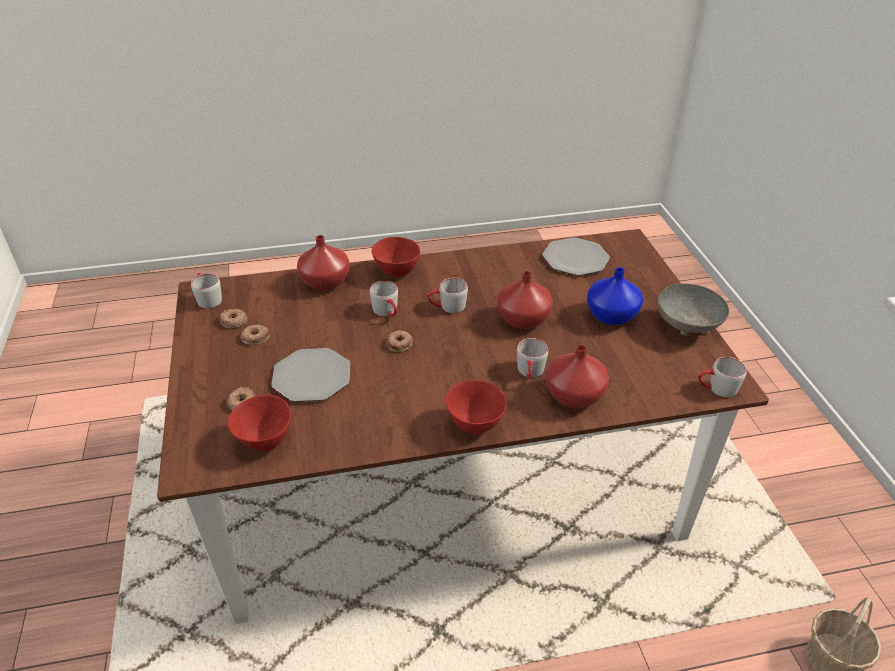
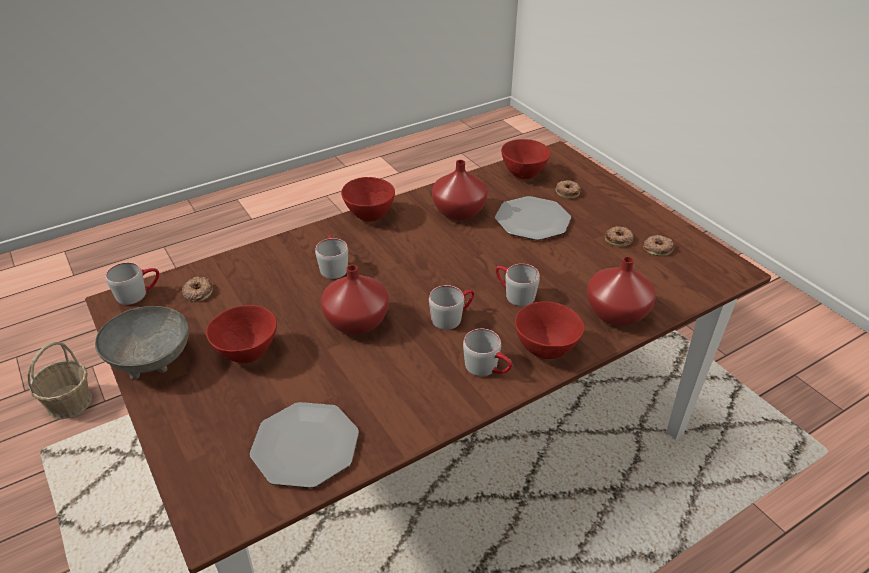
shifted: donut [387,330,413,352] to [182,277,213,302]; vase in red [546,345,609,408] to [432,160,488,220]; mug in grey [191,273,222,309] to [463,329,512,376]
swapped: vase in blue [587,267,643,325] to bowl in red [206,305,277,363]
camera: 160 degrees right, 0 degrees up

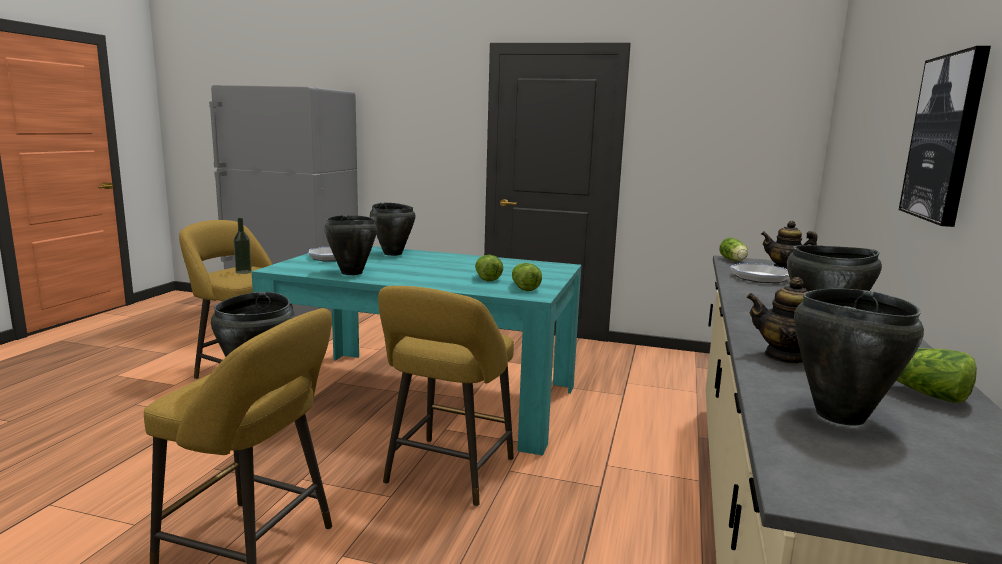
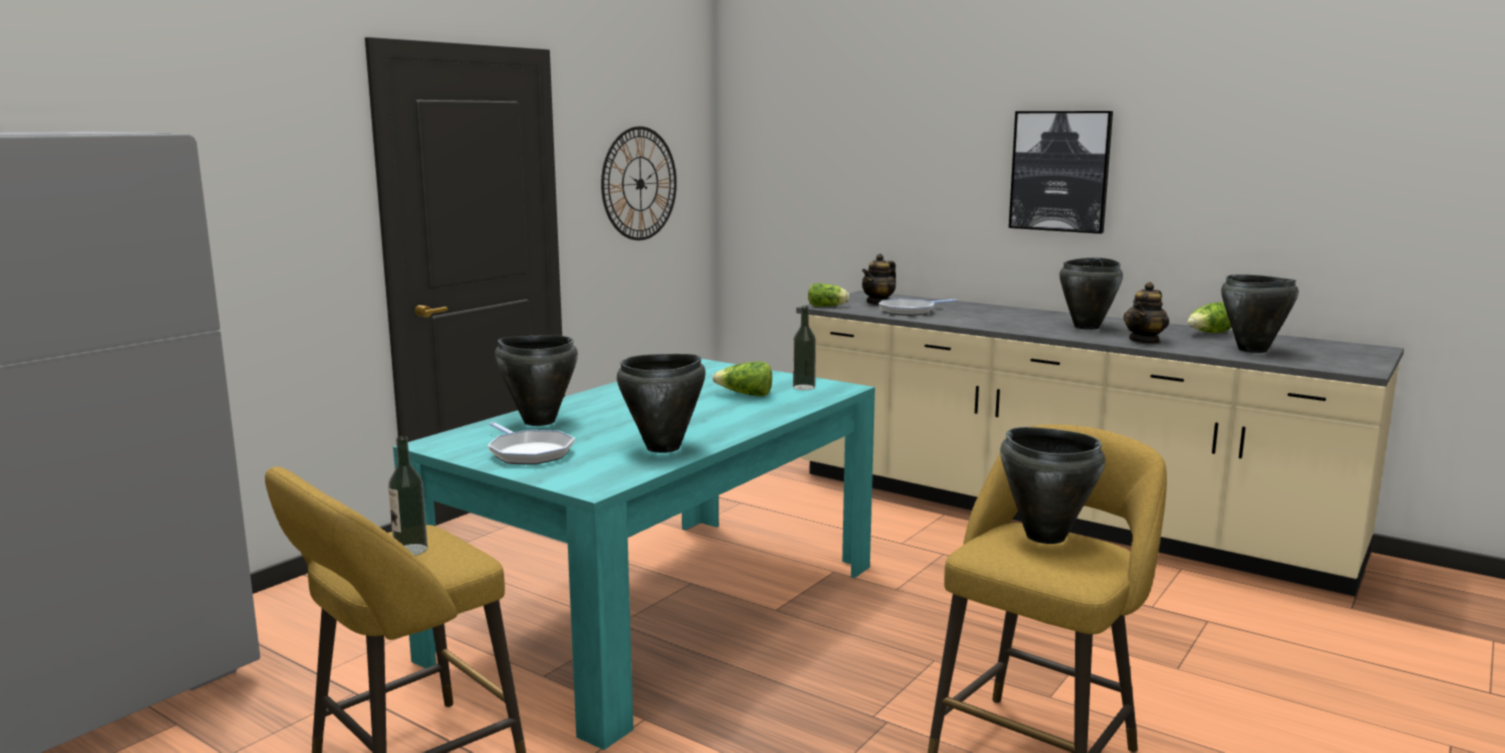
gone: stool in yellow [378,286,514,507]
new: wall clock [601,126,677,240]
swapped: lettuce [512,263,542,291] to bottle [793,306,816,390]
camera: 70 degrees left, 0 degrees up

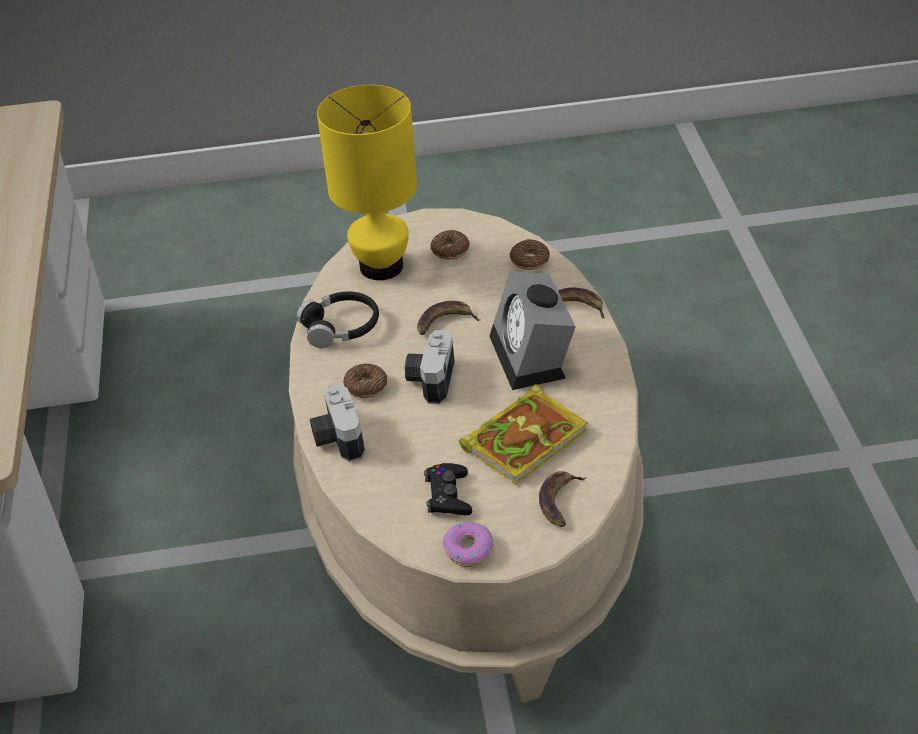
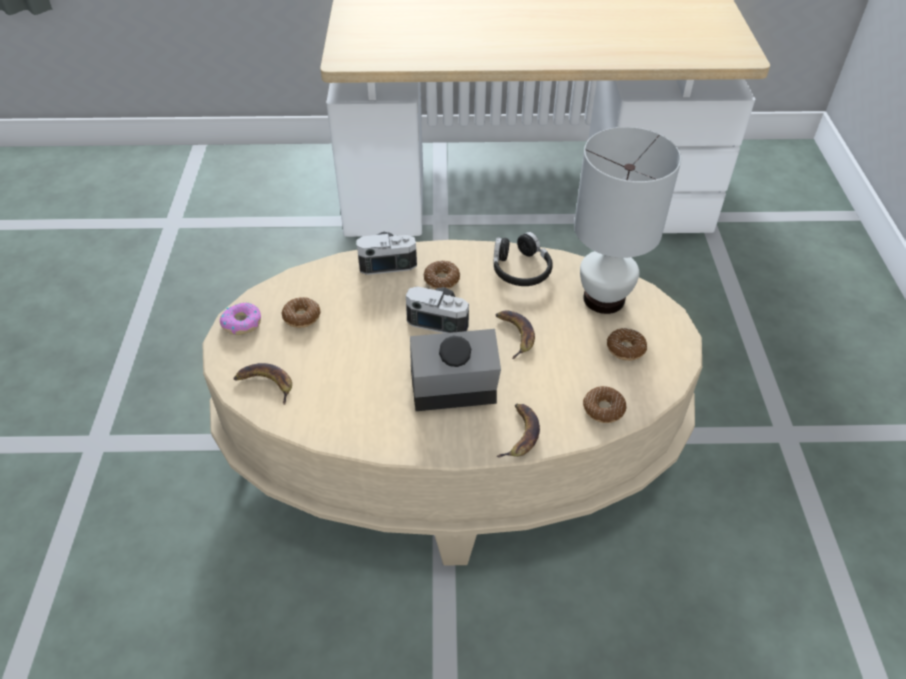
gone: book [459,385,588,485]
swapped: game controller in black [424,463,472,515] to donut [282,297,320,328]
repainted: table lamp in yellow [317,85,417,280] to table lamp in white [574,127,681,314]
camera: 95 degrees right, 5 degrees up

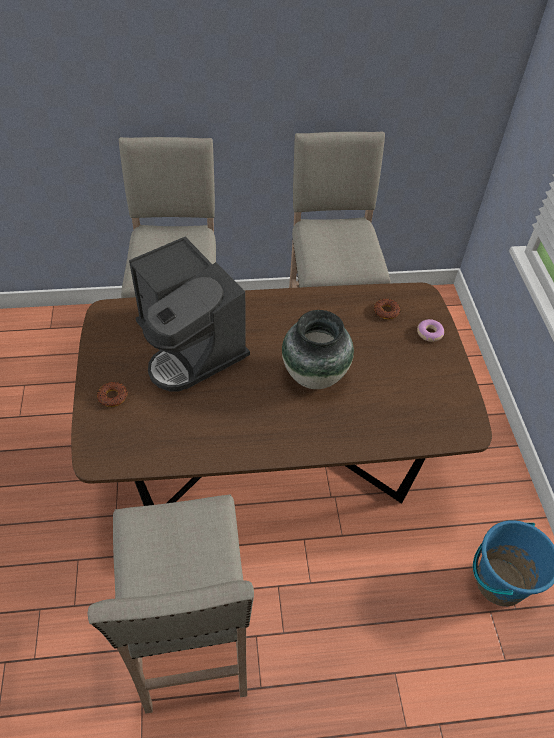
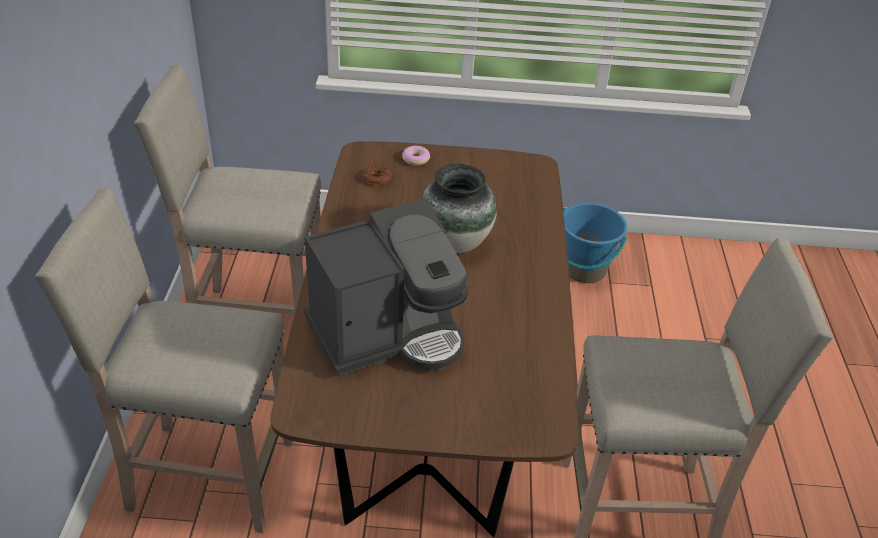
gone: donut [97,382,128,407]
camera: 80 degrees left, 10 degrees down

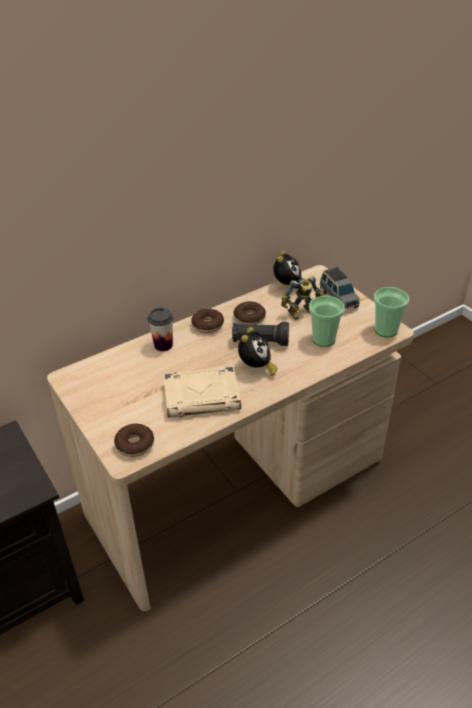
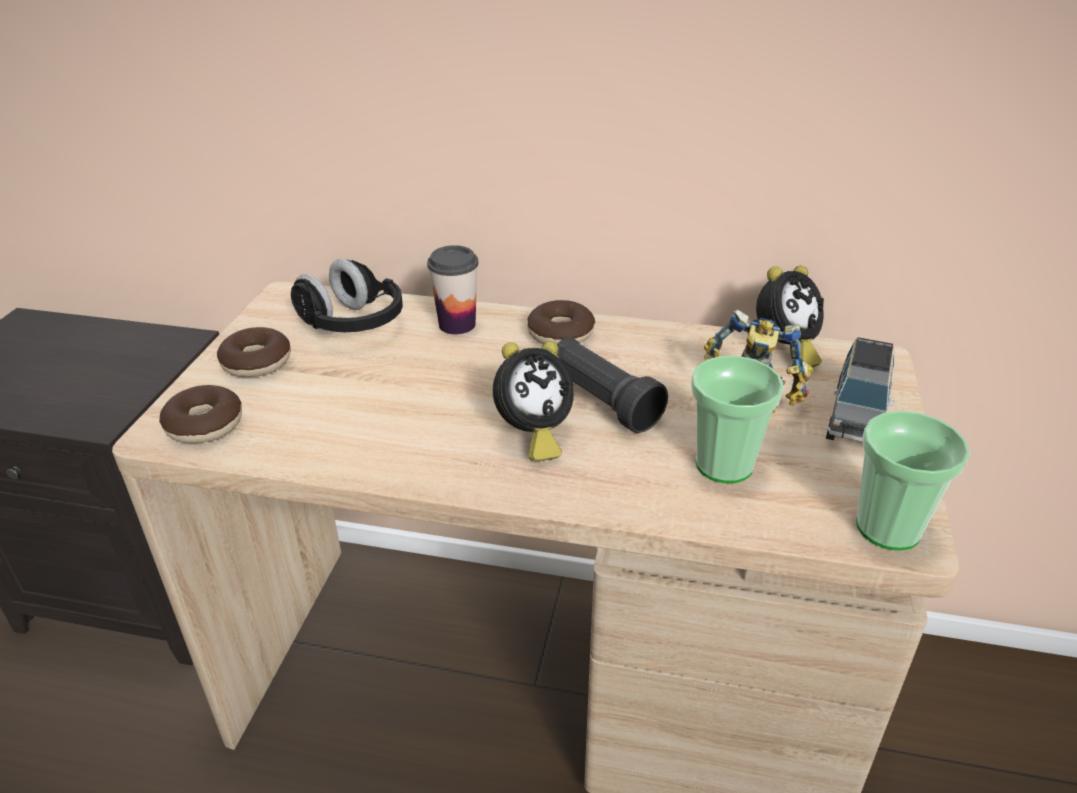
gone: book in beige [164,367,241,418]
new: headphones in black [291,259,403,332]
shifted: donut [234,301,266,325] to [217,327,291,377]
camera: 45 degrees right, 5 degrees down

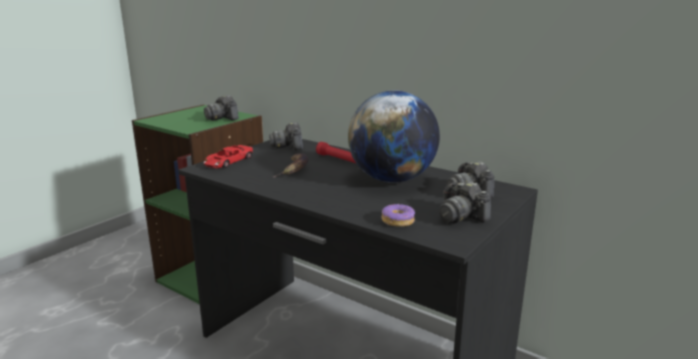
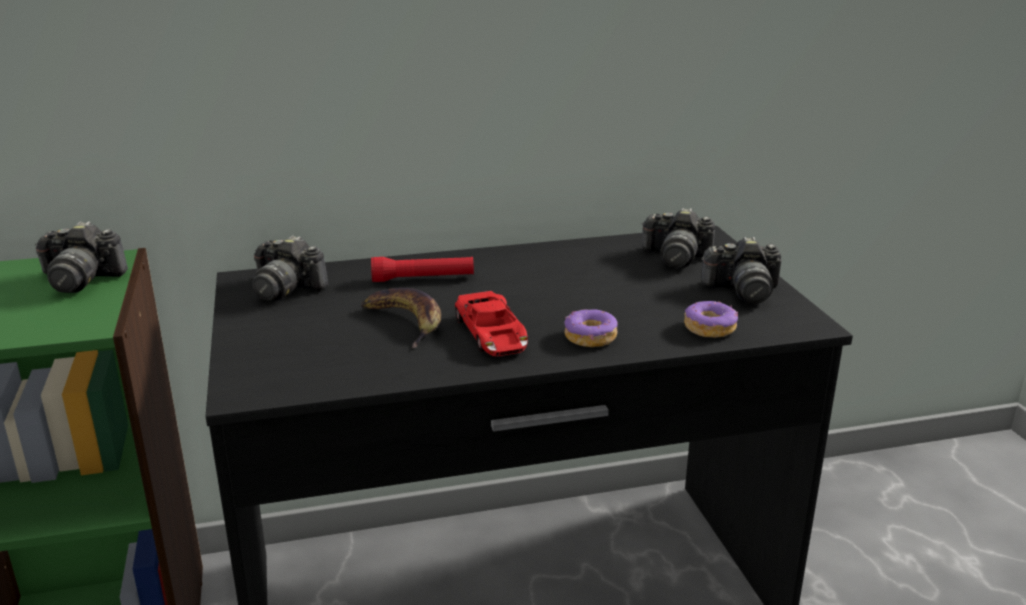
gone: globe [348,91,440,183]
new: donut [564,309,618,347]
shifted: toy car in red [204,145,253,169] to [455,291,528,357]
camera: 50 degrees left, 5 degrees up

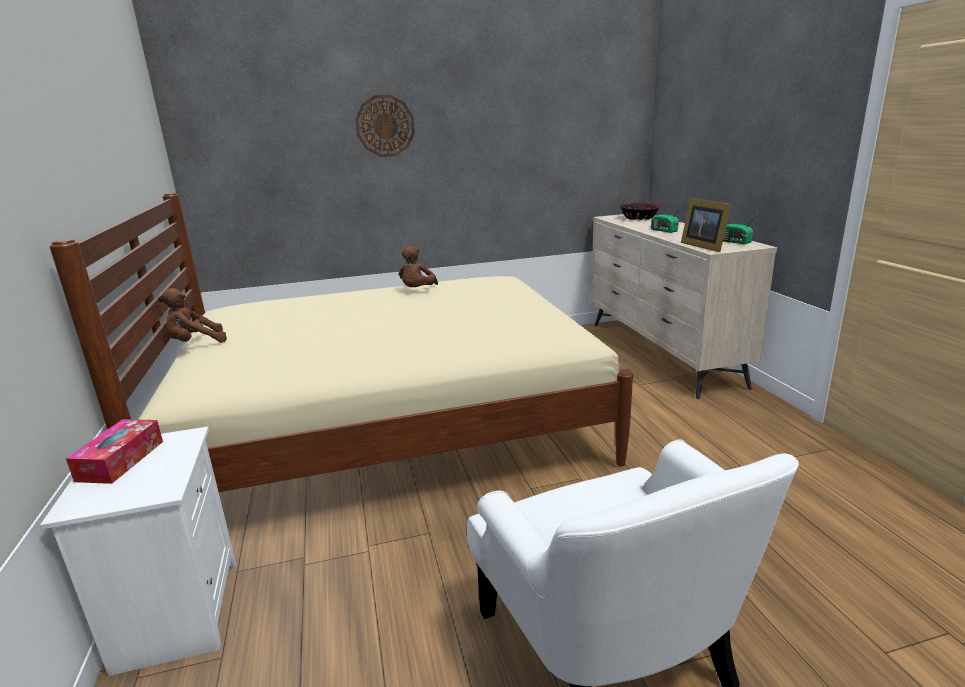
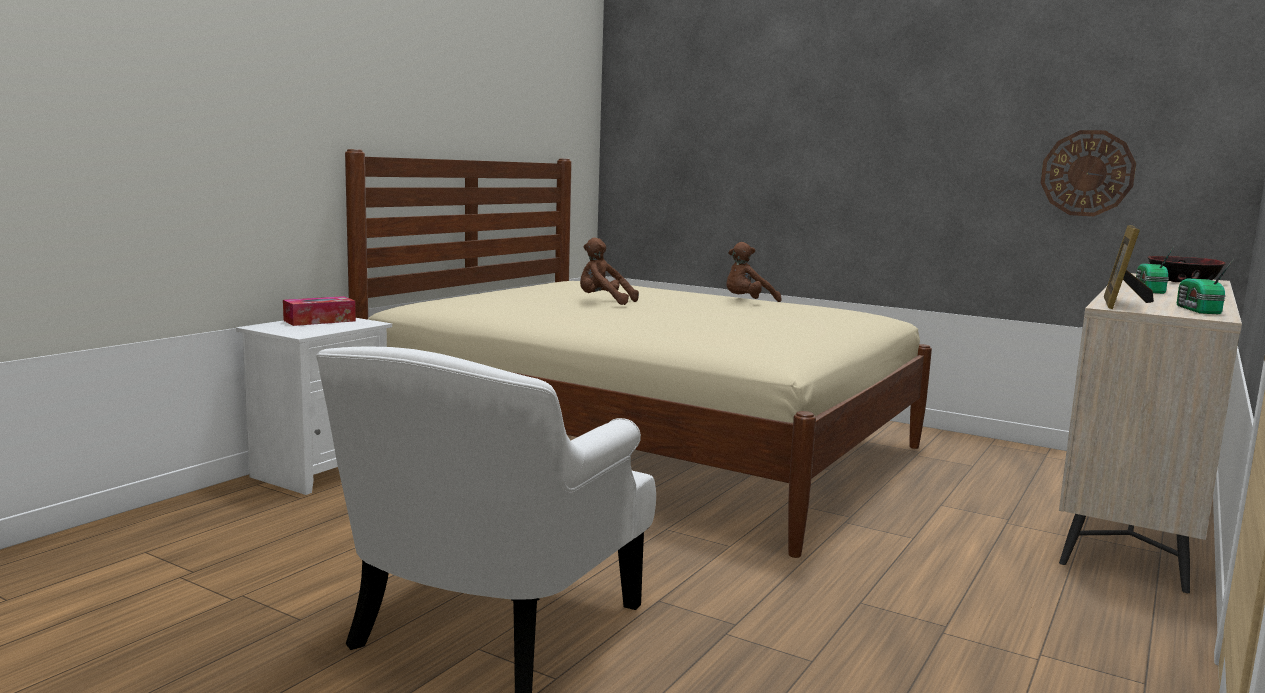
shifted: plush toy in brown [158,288,227,342] to [580,237,639,305]; wall clock [355,95,415,157] to [1041,130,1136,216]
camera: 45 degrees right, 10 degrees down

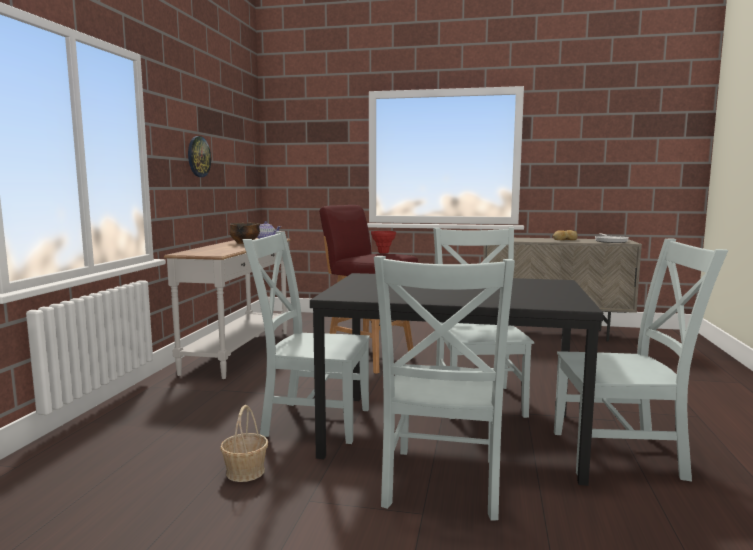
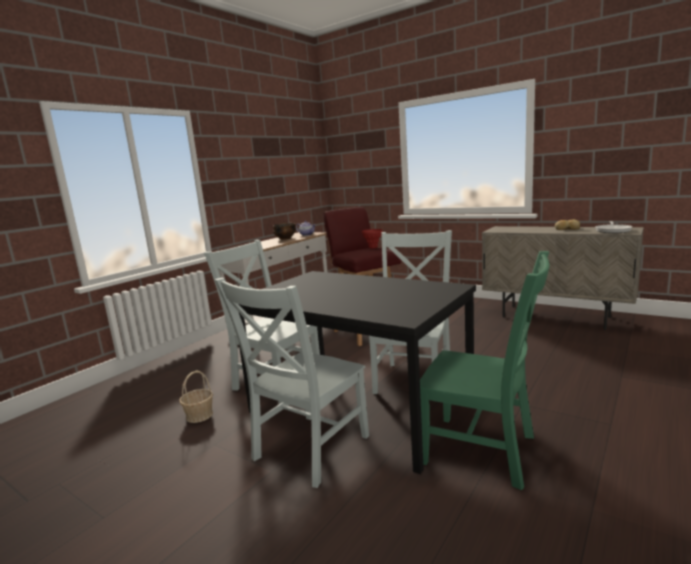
gone: wall clock [188,136,211,177]
repainted: chair in grey [554,239,728,481] to chair in green [420,251,550,490]
camera: 25 degrees right, 5 degrees up

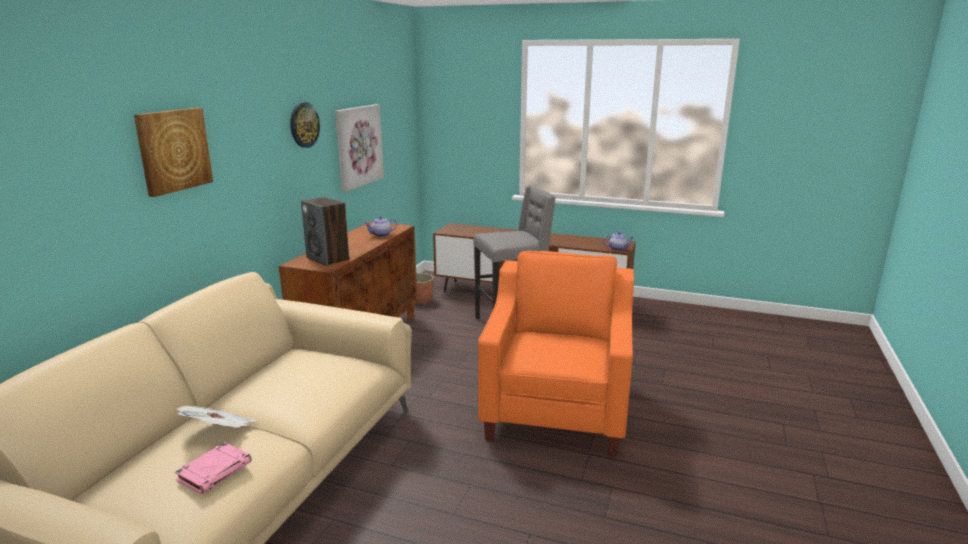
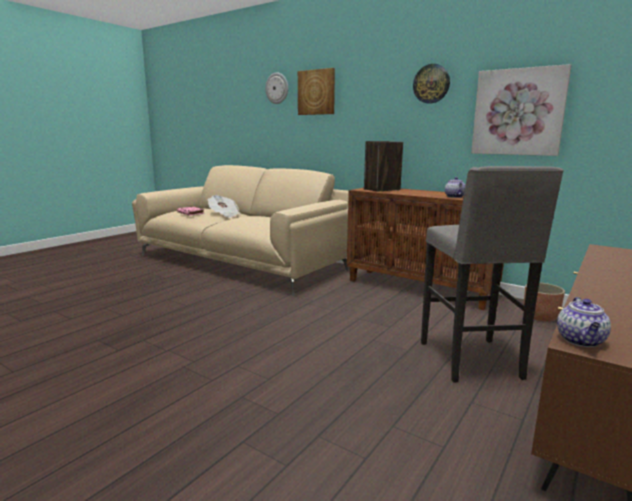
gone: armchair in orange [478,251,634,456]
new: wall clock [265,72,288,104]
camera: 105 degrees right, 5 degrees down

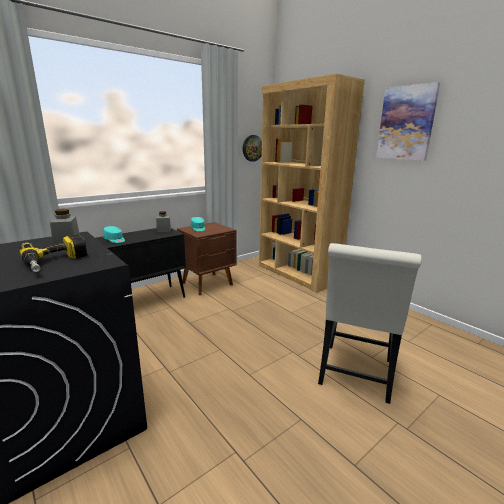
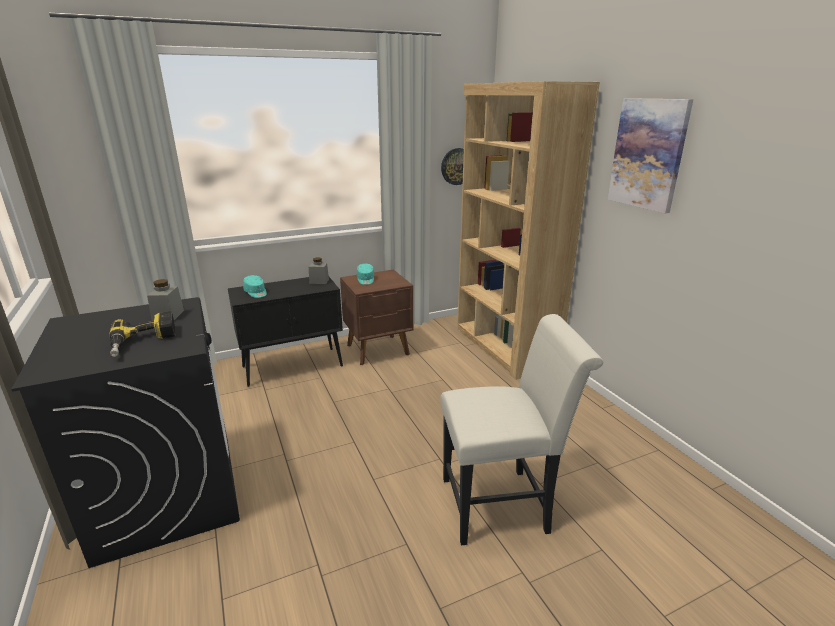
rotated: chair in white [318,243,422,404] = [440,314,603,545] 135 degrees counterclockwise
camera: 15 degrees right, 5 degrees up

